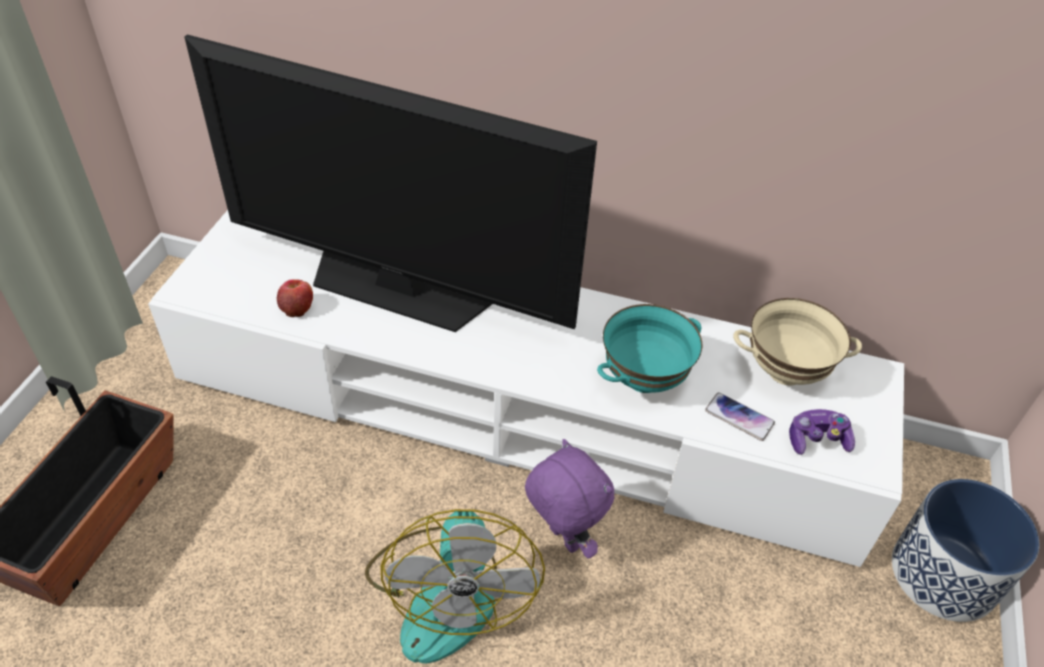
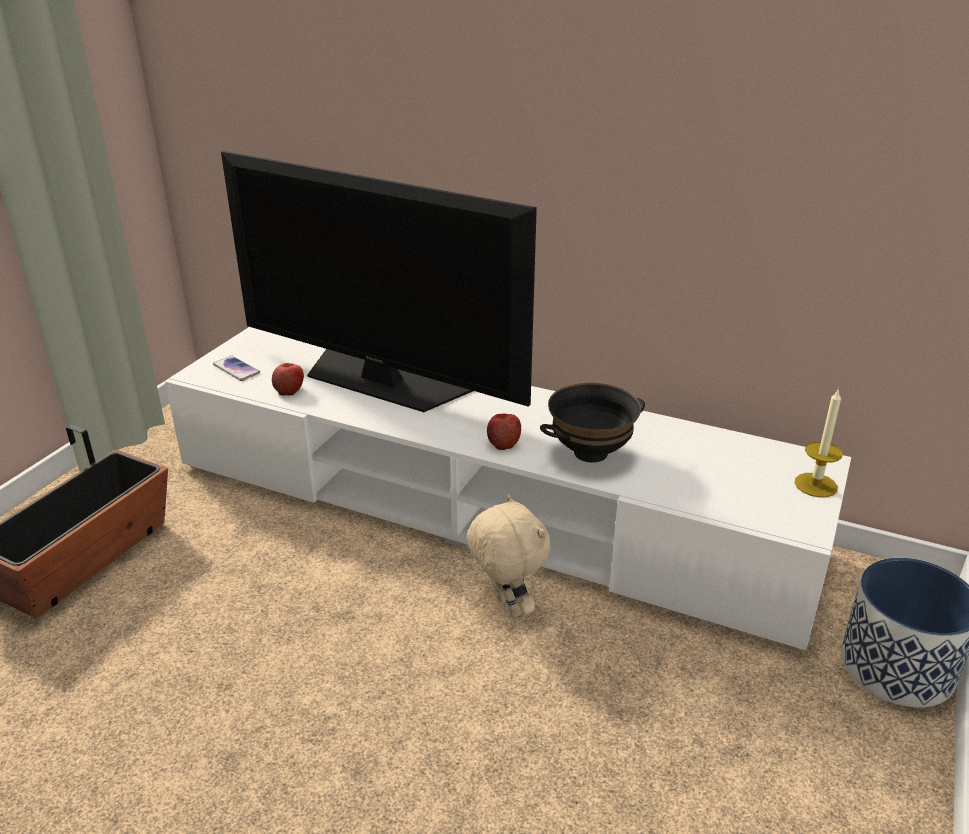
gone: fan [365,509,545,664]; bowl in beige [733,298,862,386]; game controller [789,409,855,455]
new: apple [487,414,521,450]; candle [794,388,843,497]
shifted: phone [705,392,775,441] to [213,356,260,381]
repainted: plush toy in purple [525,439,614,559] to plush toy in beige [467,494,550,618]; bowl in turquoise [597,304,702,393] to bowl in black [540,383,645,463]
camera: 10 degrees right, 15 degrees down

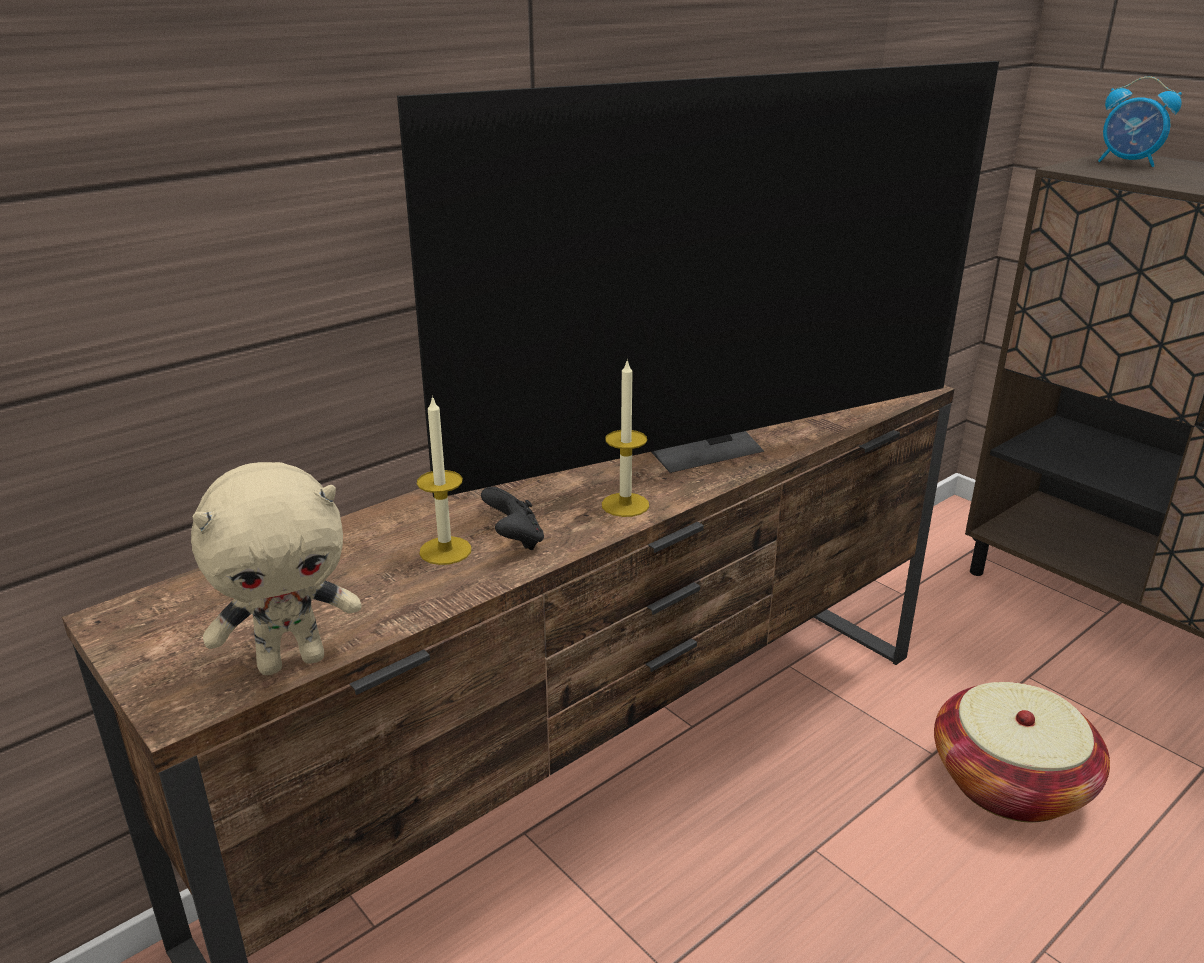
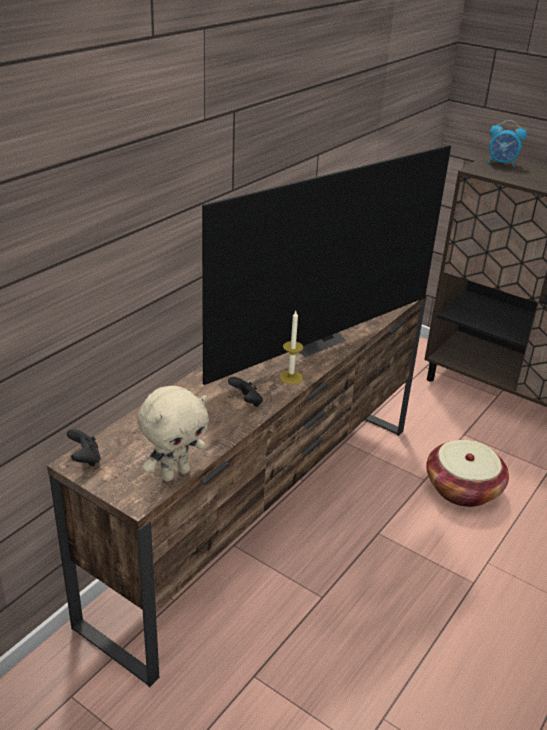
gone: candle [417,395,471,565]
new: game controller in black [67,429,101,466]
camera: 15 degrees left, 5 degrees up

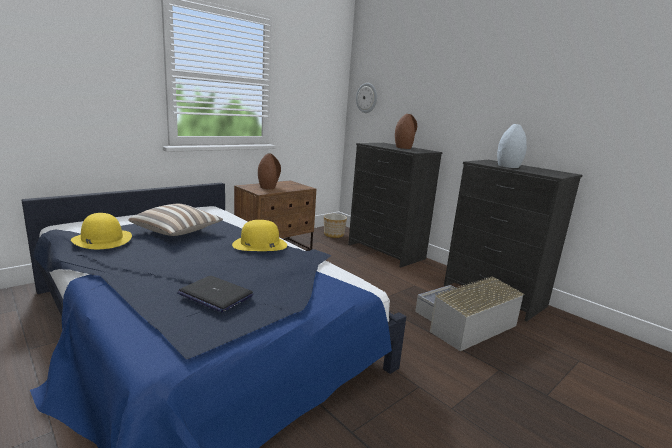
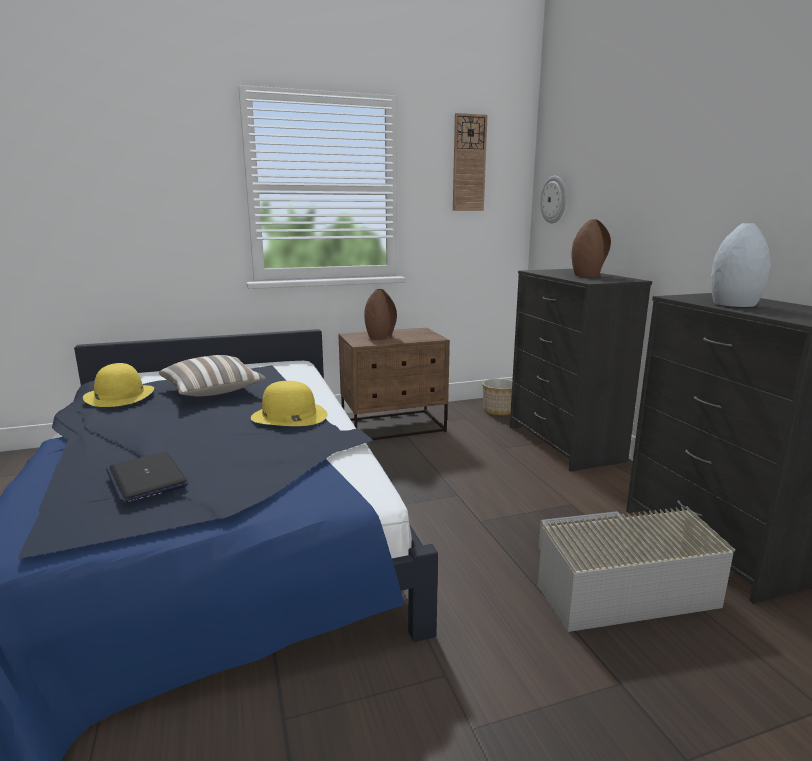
new: wall clock [453,113,488,211]
camera: 25 degrees right, 0 degrees up

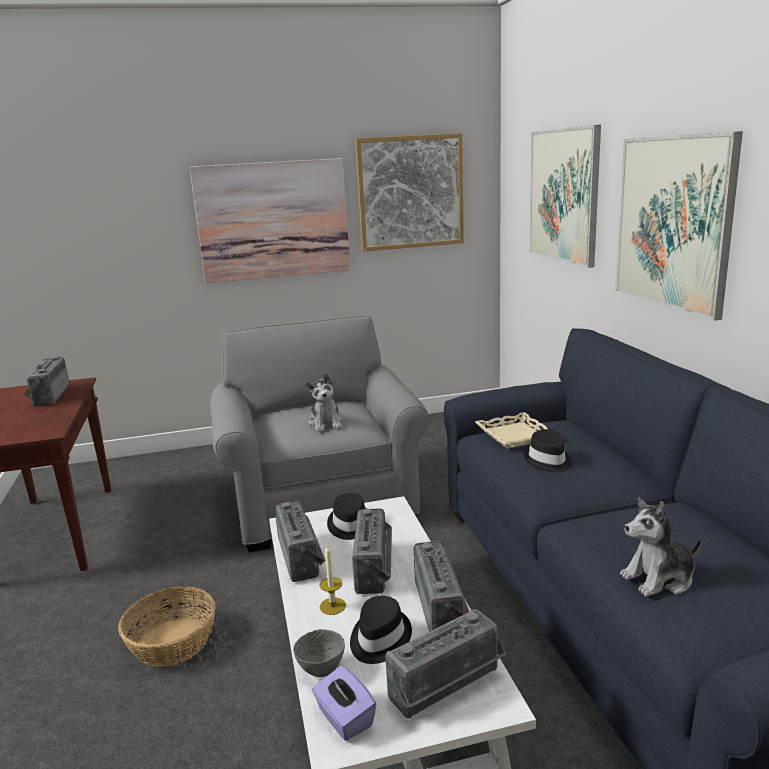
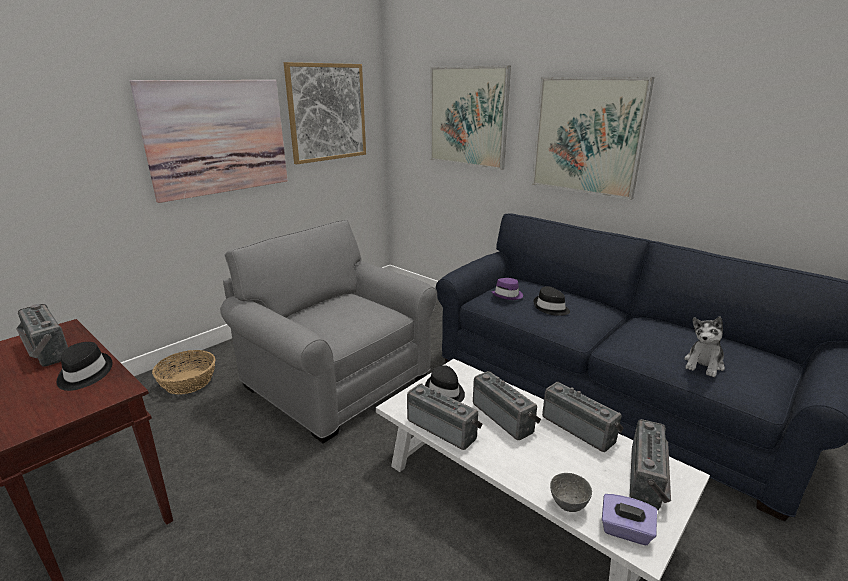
gone: plush toy [305,373,343,431]; candle [319,544,346,615]
shifted: hat in black [350,596,412,664] to [57,342,112,391]; basket [118,586,216,667] to [152,350,215,395]
swapped: tray in beige [475,412,548,449] to hat in purple [491,278,523,300]
camera: 35 degrees left, 5 degrees up

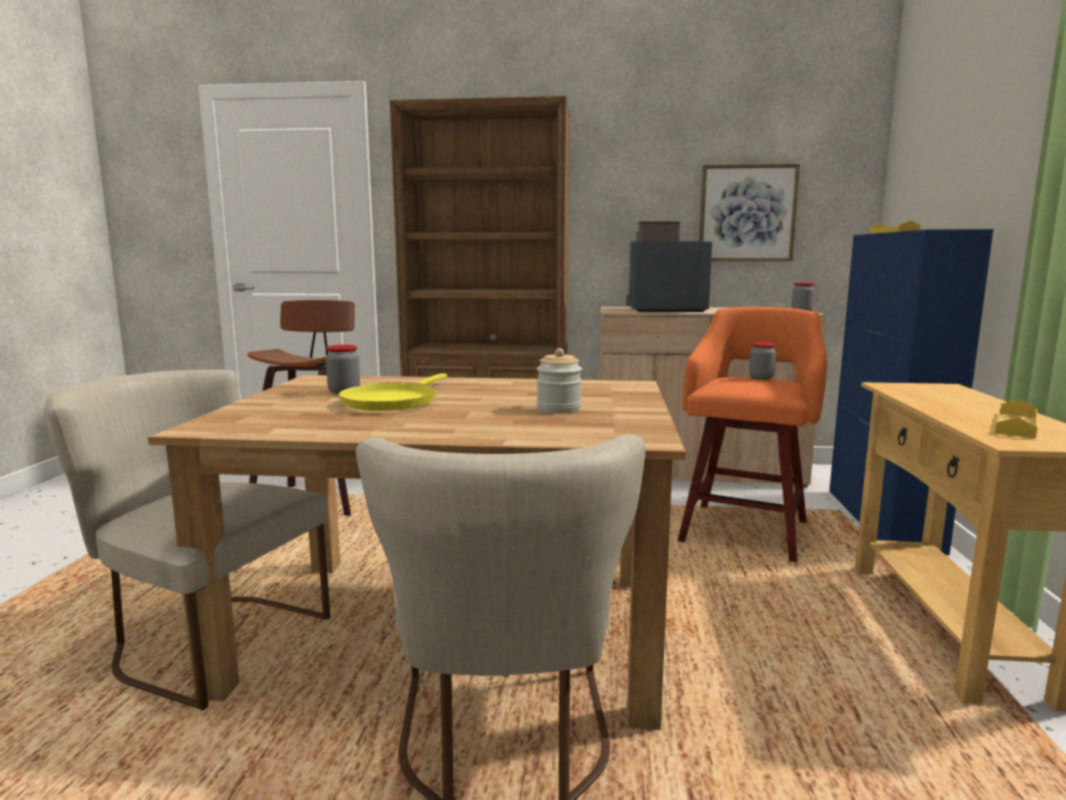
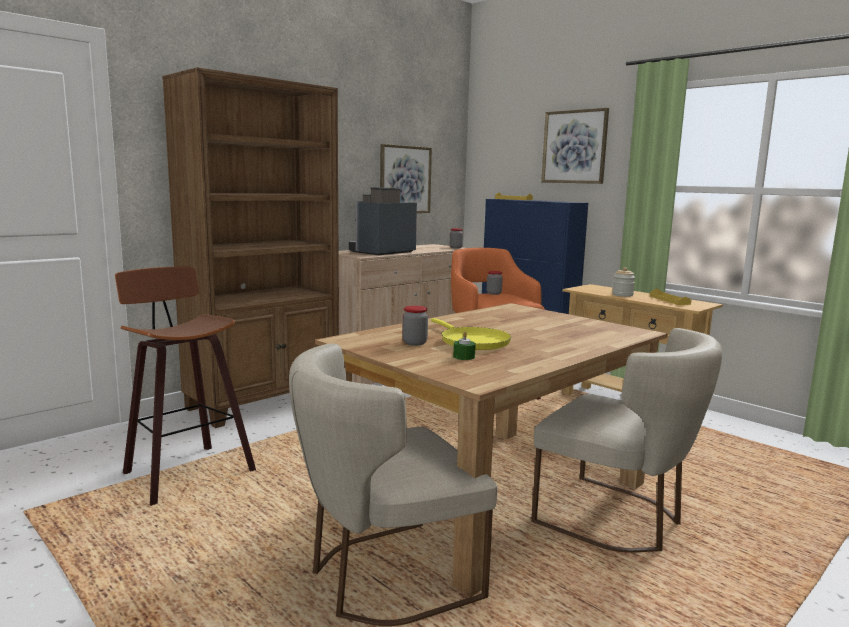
new: candle in green [453,331,476,360]; picture [541,108,609,184]
shifted: jar [537,348,582,413] to [612,267,635,297]
camera: 50 degrees left, 0 degrees up

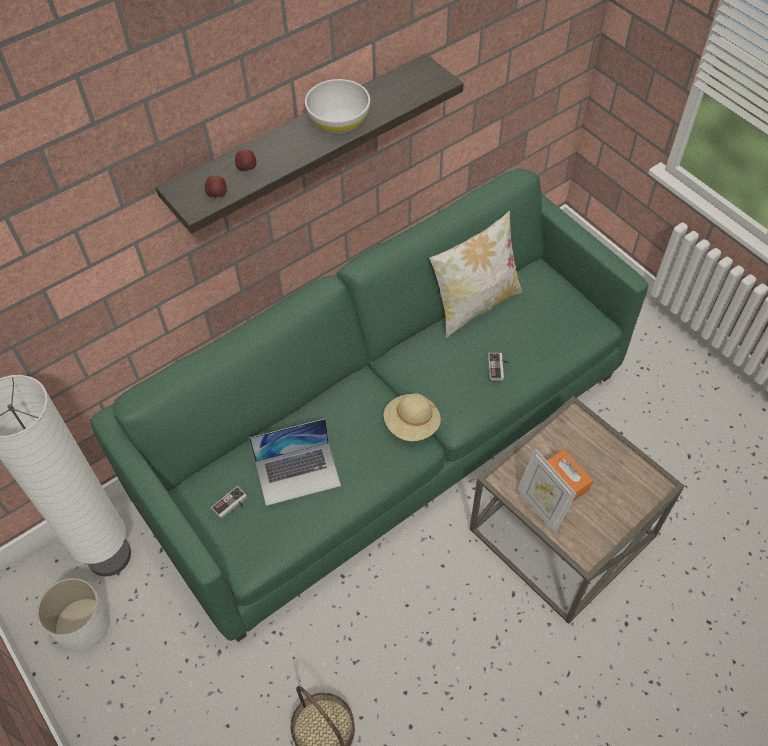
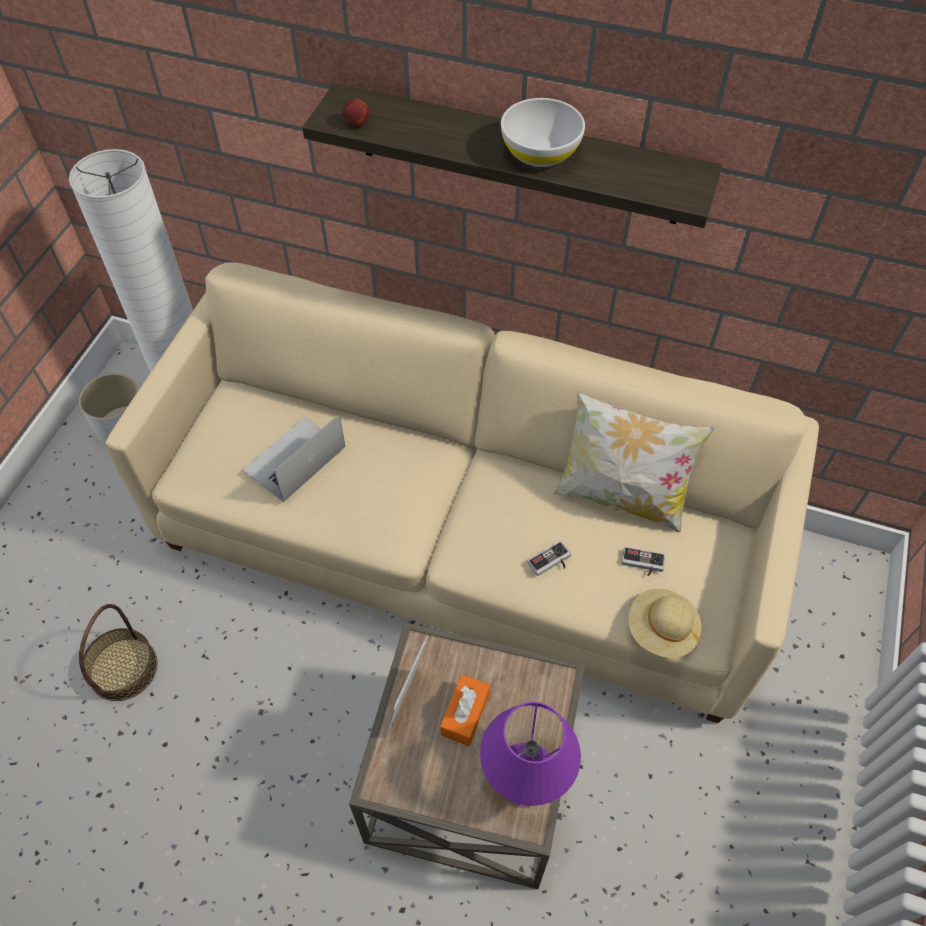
gone: apple [235,149,257,172]
new: table lamp in purple [480,702,581,806]
shifted: game controller [211,486,247,519] to [622,547,665,576]; hat in beige [384,393,441,441] to [628,589,701,658]
repainted: sofa in green [90,168,648,642] to sofa in beige [105,263,819,723]
rotated: laptop [249,419,341,506] = [243,414,345,502] 90 degrees clockwise
camera: 55 degrees right, 0 degrees up

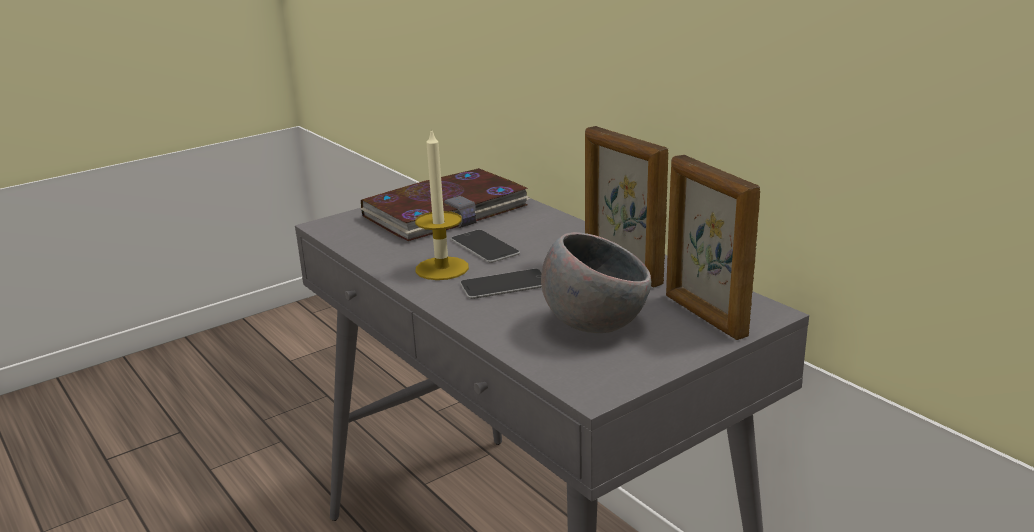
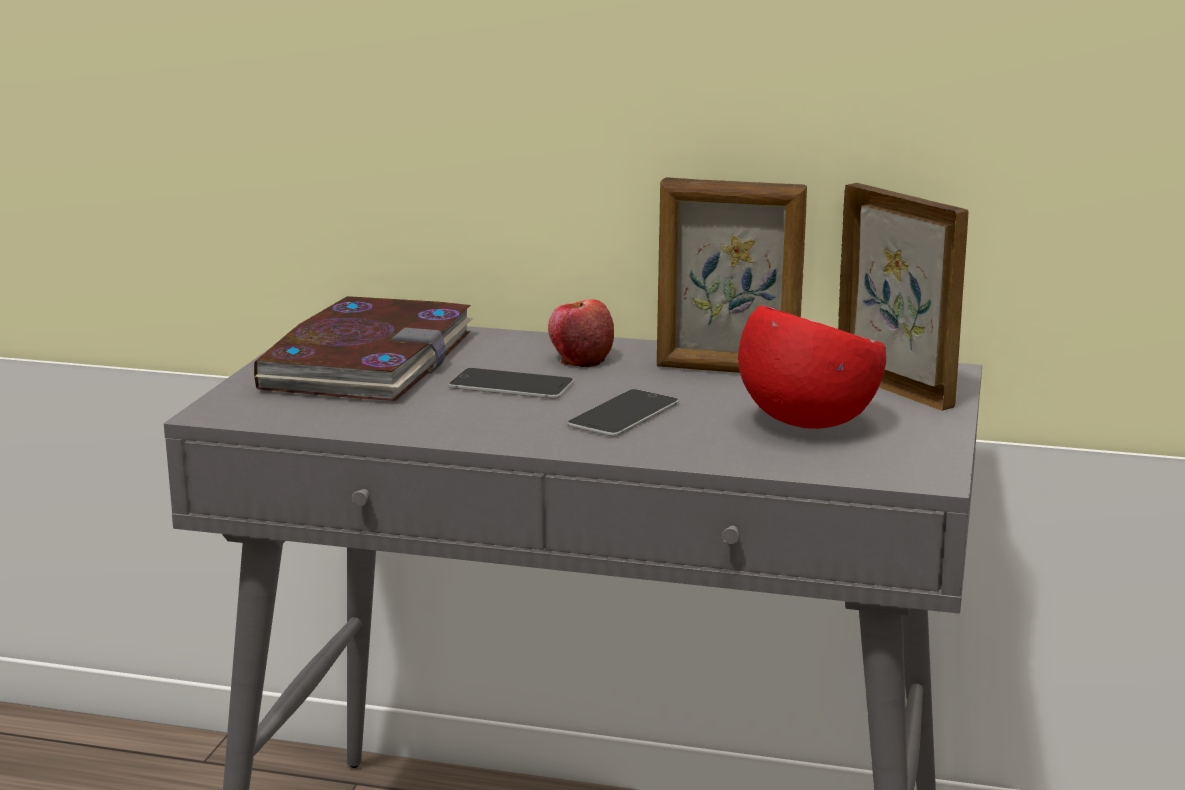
gone: candle [415,128,469,280]
new: apple [548,299,614,367]
repainted: bowl in grey [541,232,651,333] to bowl in red [738,305,886,429]
rotated: picture frame [666,155,760,340] = [838,183,969,411] 150 degrees counterclockwise
camera: 40 degrees left, 5 degrees down

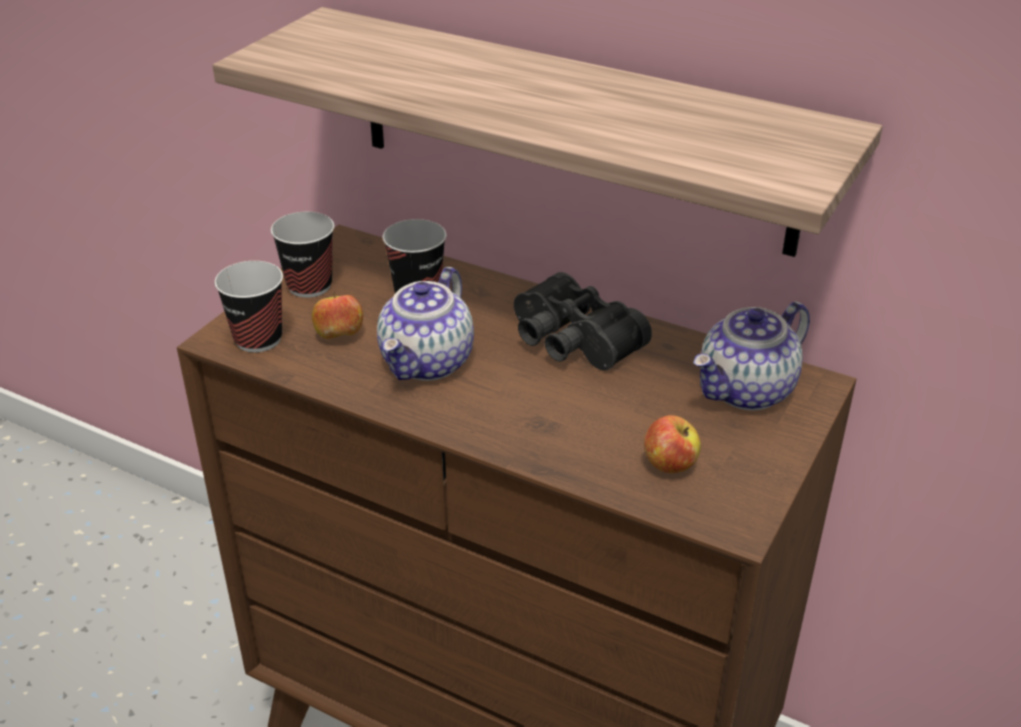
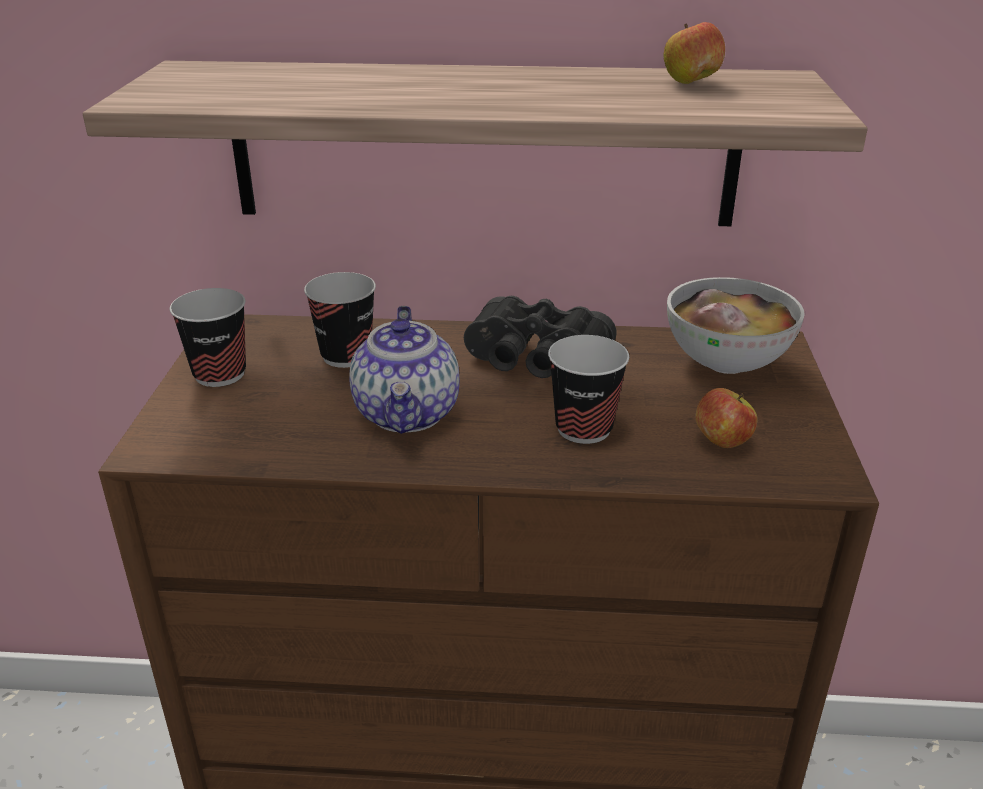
shifted: cup [215,261,283,353] to [548,335,629,444]; apple [312,292,363,339] to [664,22,725,84]
swapped: teapot [693,301,810,410] to bowl [667,277,804,374]
camera: 25 degrees left, 5 degrees down

